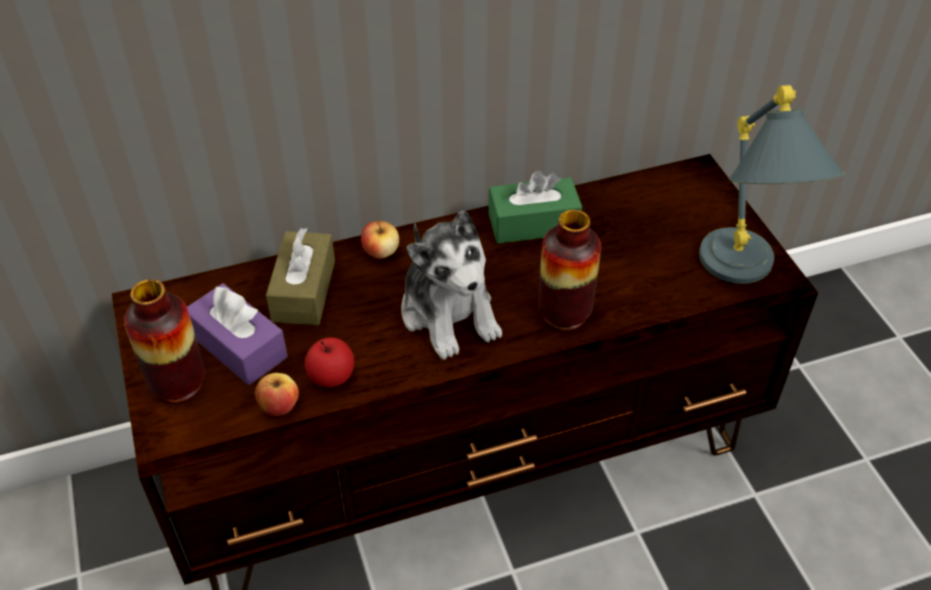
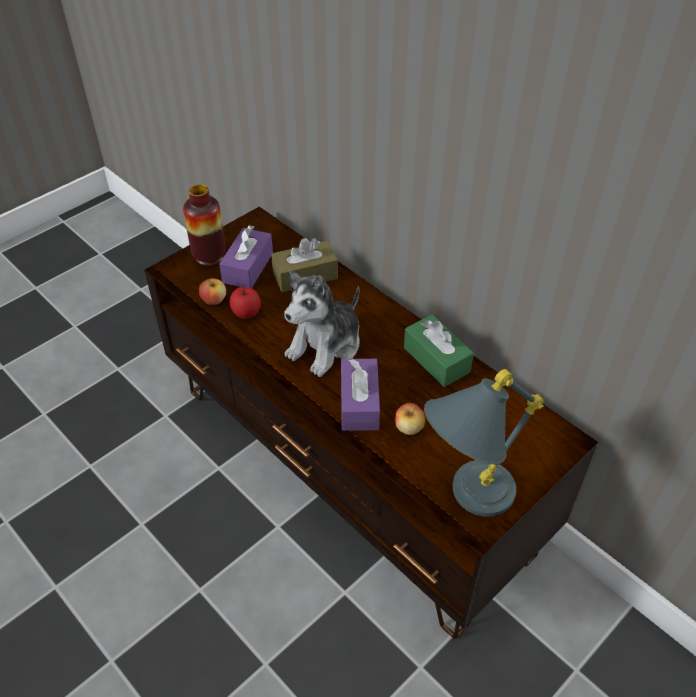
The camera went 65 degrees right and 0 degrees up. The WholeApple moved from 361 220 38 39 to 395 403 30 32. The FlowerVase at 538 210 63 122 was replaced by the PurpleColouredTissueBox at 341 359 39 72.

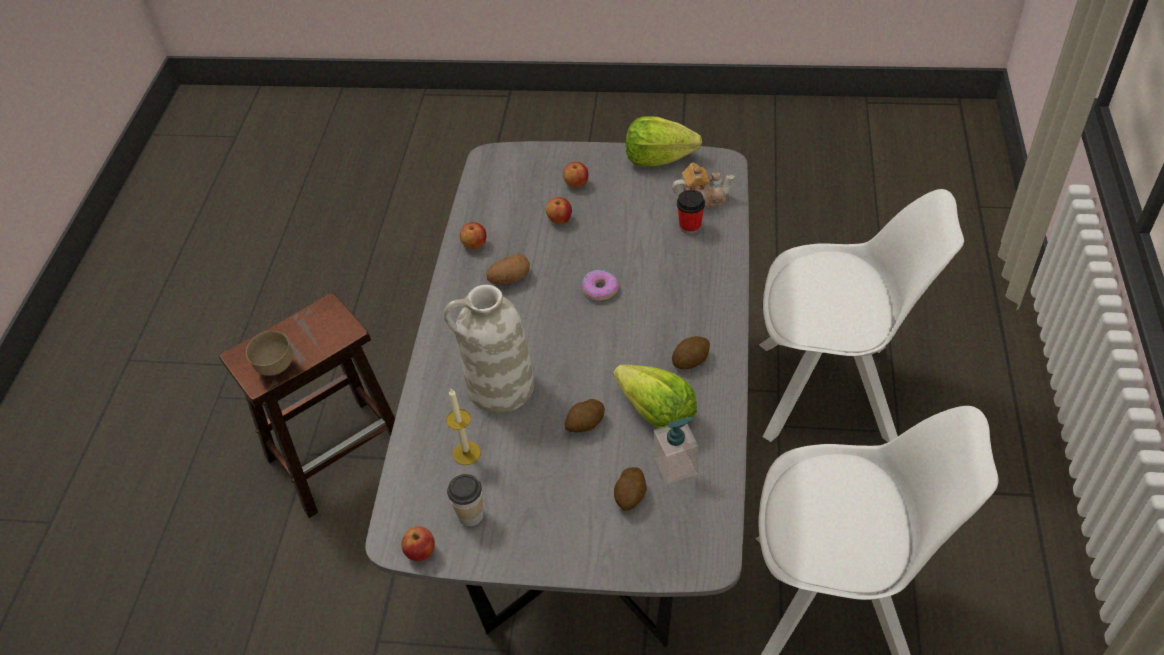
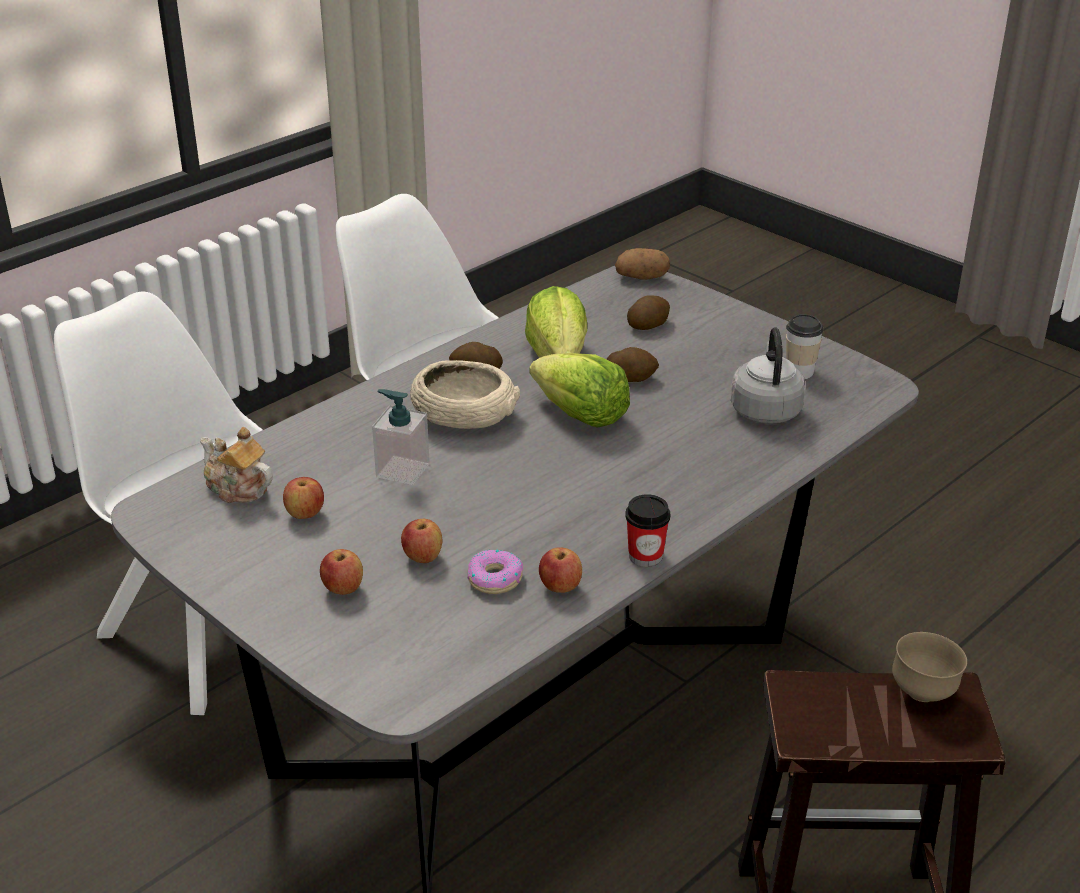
The camera went 145 degrees left and 15 degrees down. The WhiteFlowerVase at 444 285 90 128 disappeared. The SandColouredBowl at 410 360 110 69 appeared. The WholeApple moved from 401 526 34 35 to 283 477 41 42. The WholePotato moved from 486 254 44 31 to 615 248 55 32. The Donut moved from 582 270 37 31 to 468 550 56 44. The HeadOfLettuce moved from 626 116 76 50 to 529 353 101 75. The LiquidSoapBottle moved from 654 417 44 67 to 372 389 58 96. The DrinkingCup moved from 677 190 28 44 to 625 494 45 73. The Candle at 446 389 35 76 was replaced by the GreyishWaterKettle at 731 327 75 97.

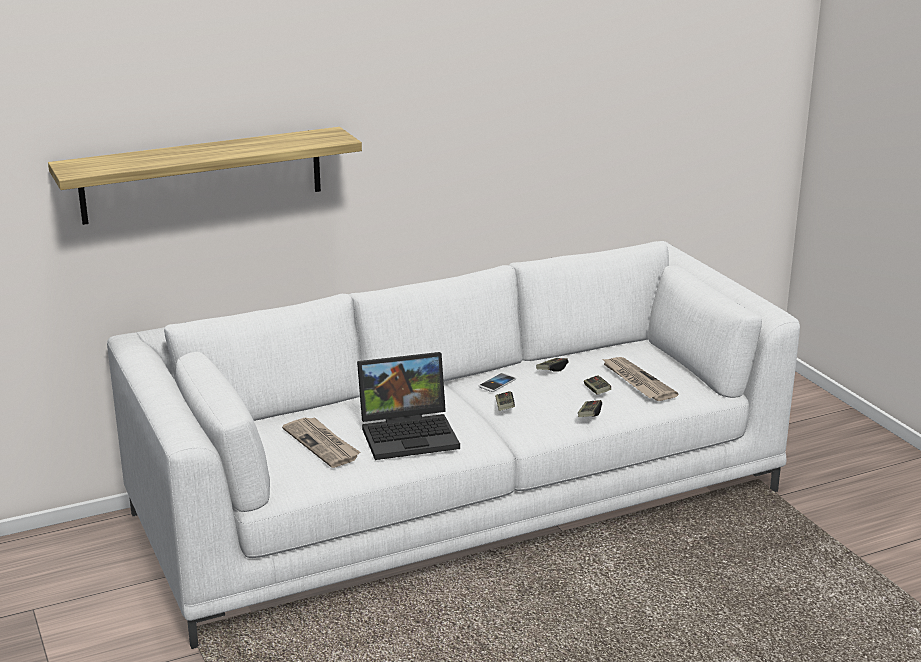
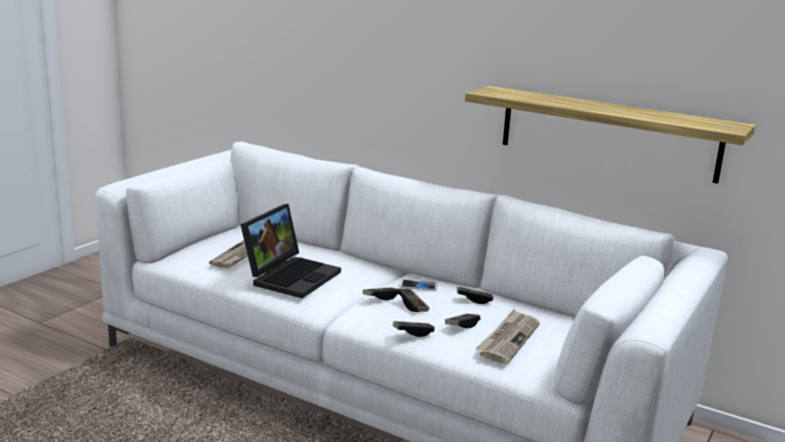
The camera went 55 degrees right and 5 degrees down. The GameController at 397 288 32 24 appeared. The BracketShelf moved from 48 127 314 98 to 465 86 290 98. The Laptop at 357 352 103 108 turned 105 degrees counterclockwise.

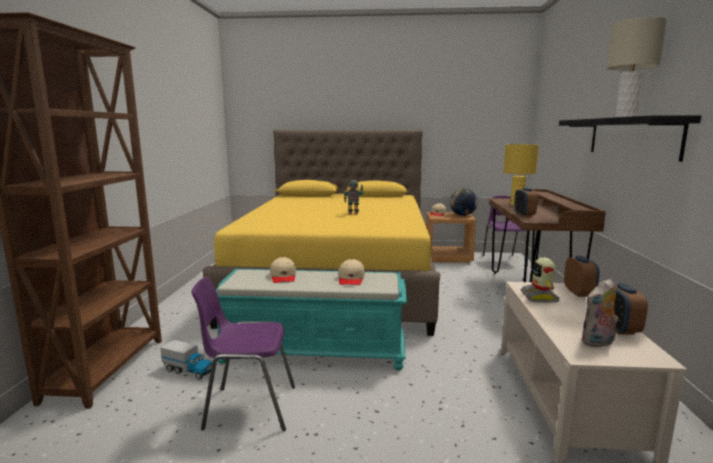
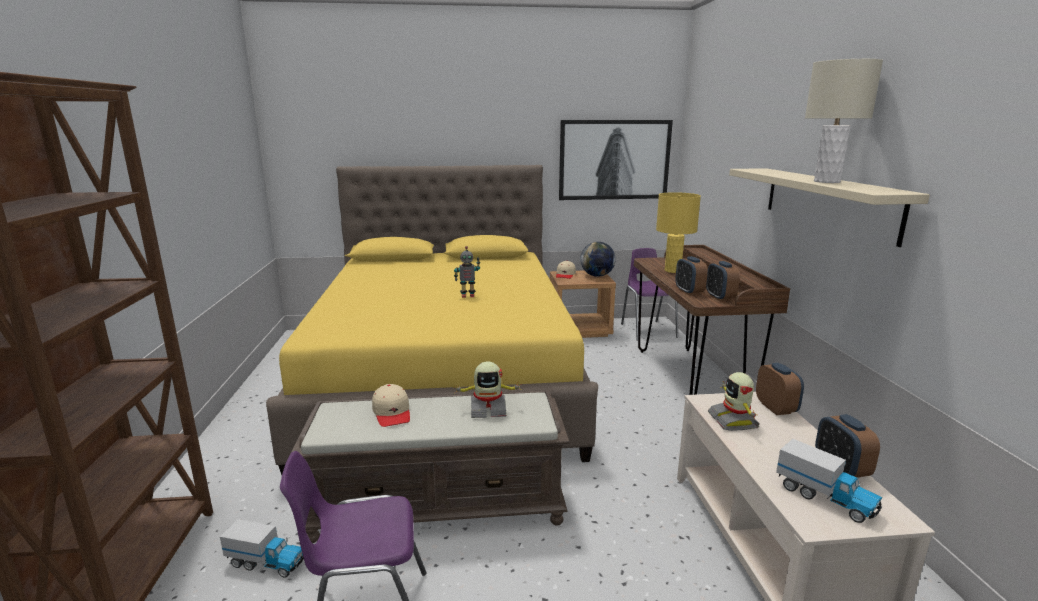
The camera went 10 degrees left and 5 degrees up. The Picture at 559 120 114 80 appeared. The AlarmClock at 706 261 34 40 appeared. The SandColouredCap at 339 259 26 26 was replaced by the ModelRobot at 454 361 68 57. The CuddlyToy at 581 279 37 68 was replaced by the ToyTruck at 776 439 106 84. The BlueGreenLongSeat at 216 269 191 101 became the BrownishLongSeat at 289 390 281 153. The BlackishBracketShelf at 559 115 142 47 became the SandColouredBracketShelf at 729 168 201 79.

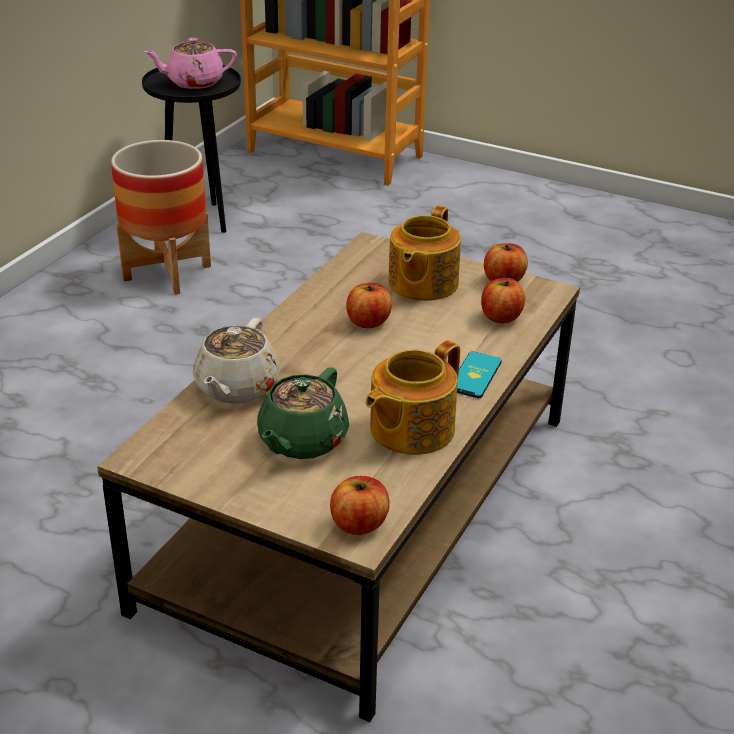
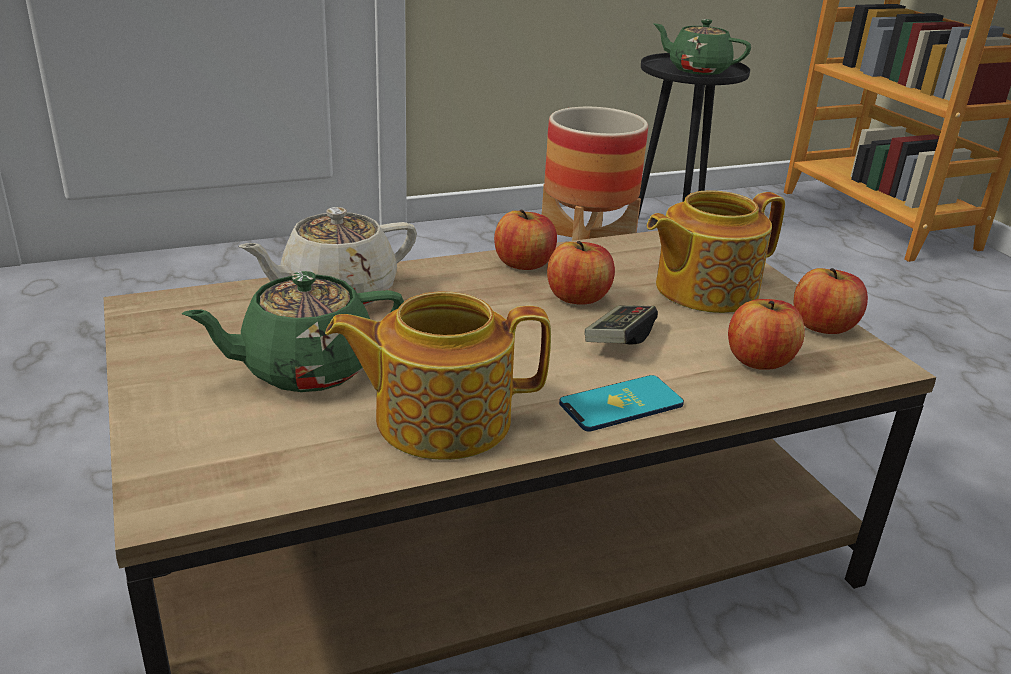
The camera went 40 degrees right and 5 degrees down. The GameController at 585 306 73 39 appeared. The WholeApple moved from 330 476 60 59 to 494 209 63 61. The PinkishTeapot at 144 38 93 51 became the GreenTeapot at 653 19 98 56.

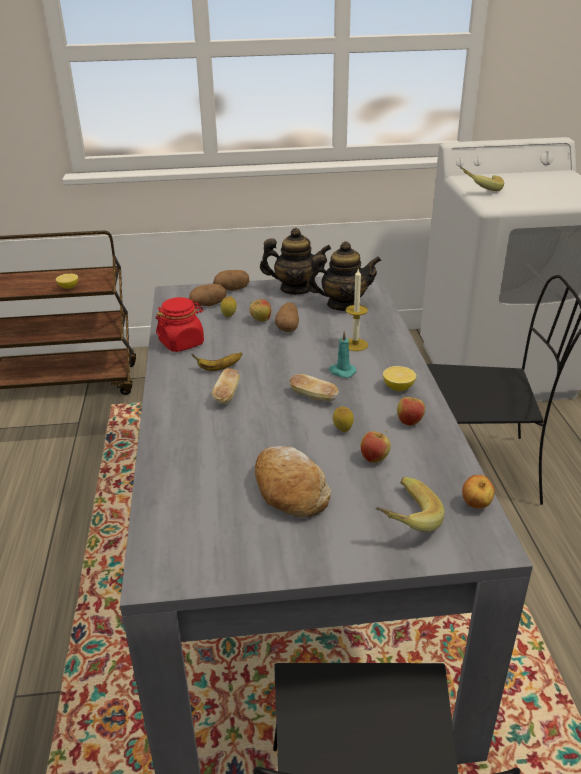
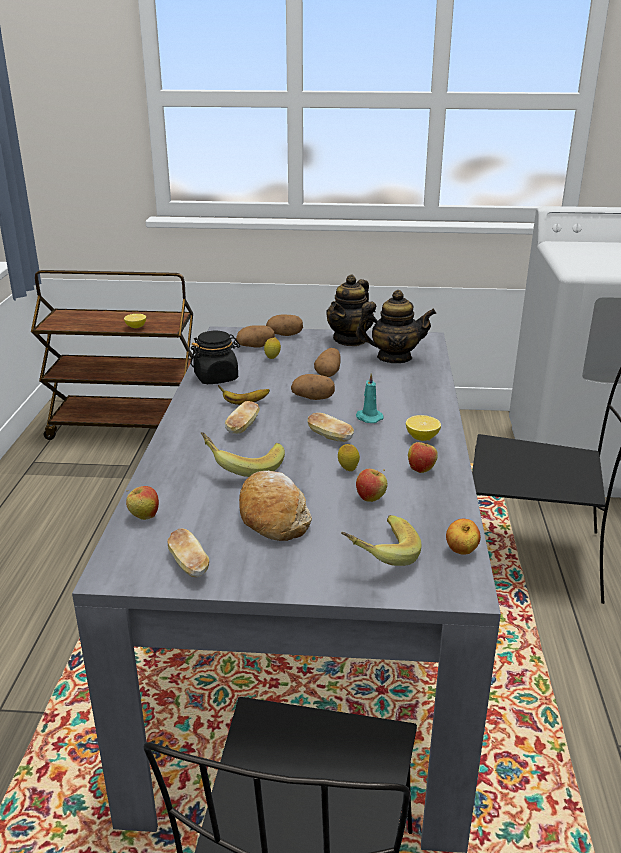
The camera went 10 degrees right and 5 degrees down. The Candle at 346 268 22 83 disappeared. The Bread at 168 528 41 49 appeared. The WholePotato at 291 374 44 26 appeared. The WholeApple moved from 250 299 21 23 to 126 486 33 34. The Banana moved from 460 167 44 24 to 200 432 85 45. The ReddishPreserveJar at 156 297 48 55 became the BlackishPreserveJar at 190 331 50 53. The Teapot at 260 228 71 67 turned 105 degrees clockwise.

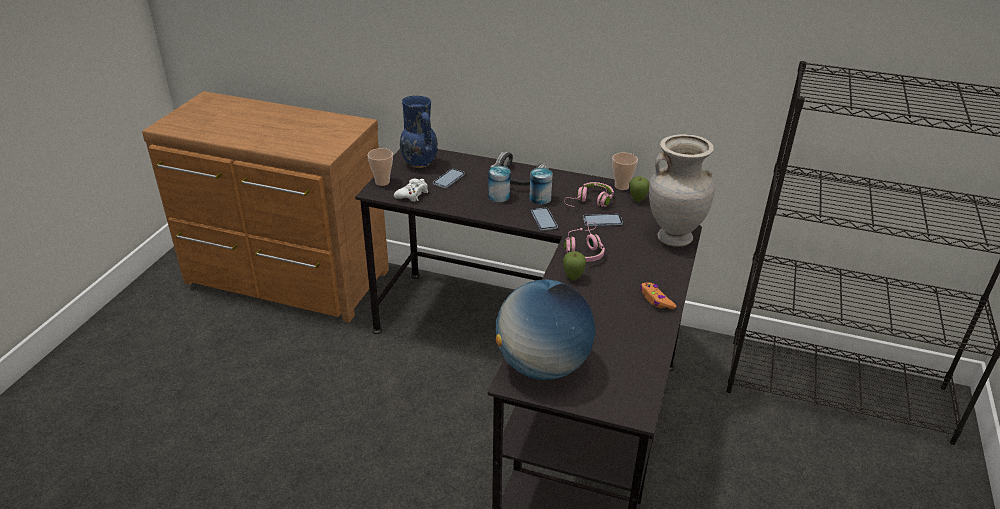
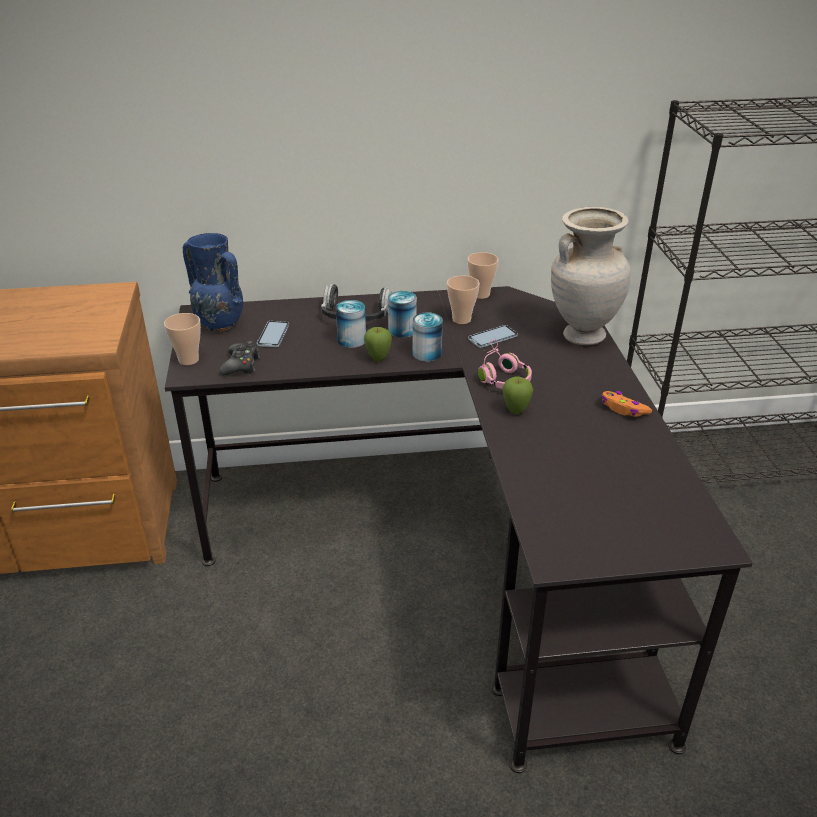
The camera went 25 degrees left and 0 degrees up. The WorldGlobe at 495 280 100 100 disappeared. The WholeApple moved from 629 176 20 26 to 364 327 28 35. The Phone at 531 207 27 24 was replaced by the SealedCan at 413 312 30 50. The PinkishPairOfHeadphones at 564 182 50 25 was replaced by the DrinkingCup at 447 275 33 49. The WhiteGameController at 394 179 34 23 became the BlackishGameController at 219 341 41 34.

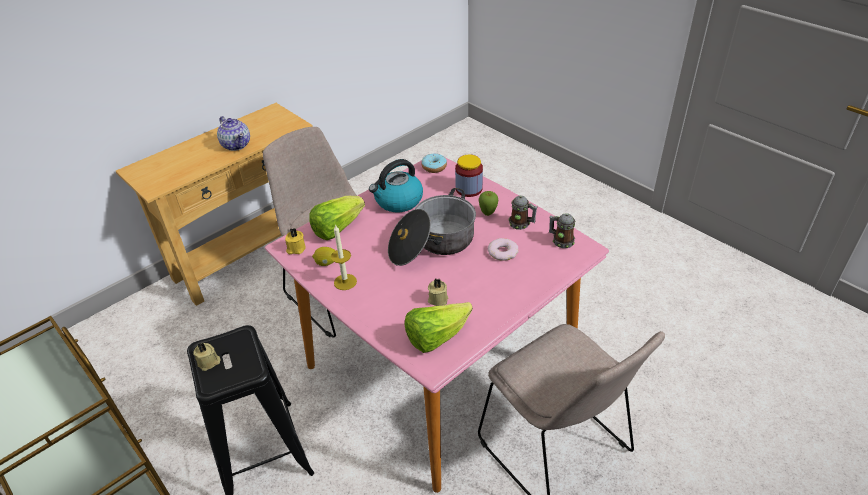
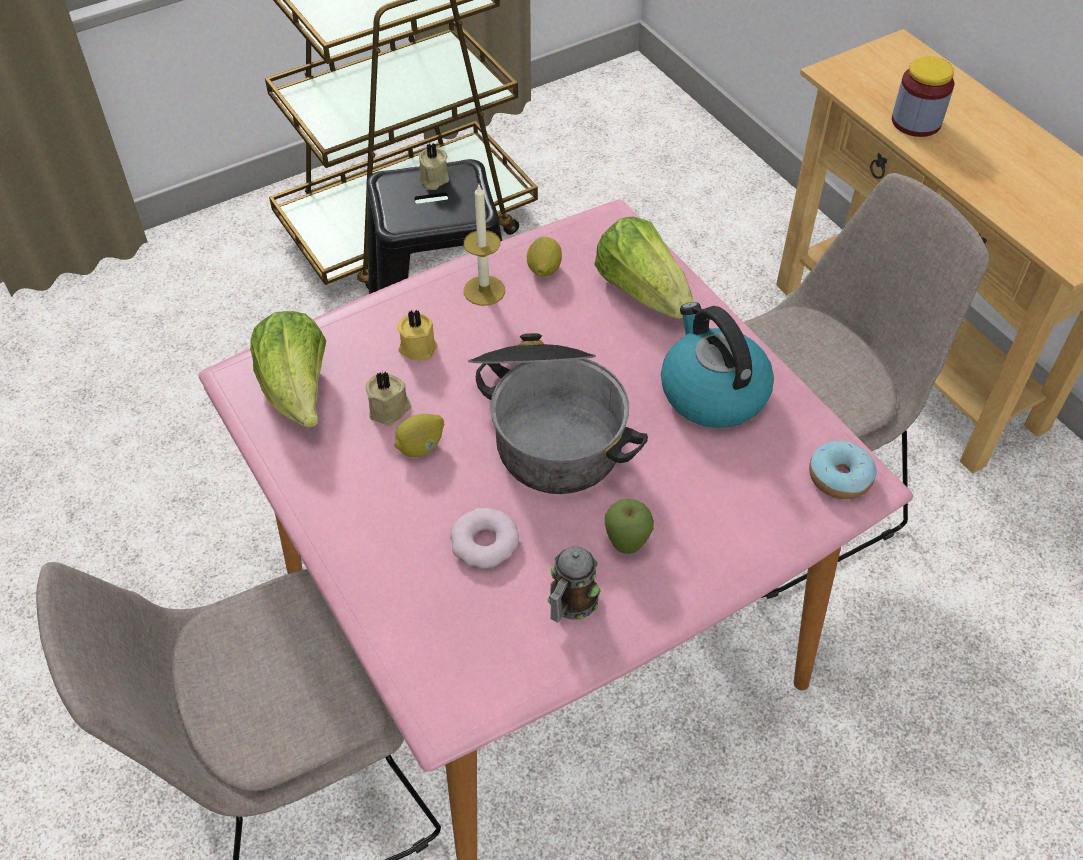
The camera went 100 degrees right and 10 degrees up. The Teapot at 217 116 33 35 disappeared. The CoffeeMug at 549 213 27 35 disappeared. The CitrusFruit at 394 414 50 43 appeared. The YellowCandle moved from 285 228 21 26 to 397 309 41 51. The PreserveJar moved from 455 155 28 42 to 892 56 62 81.

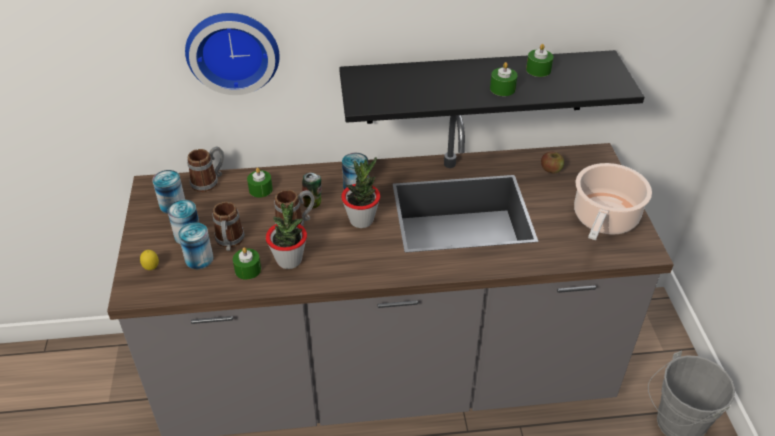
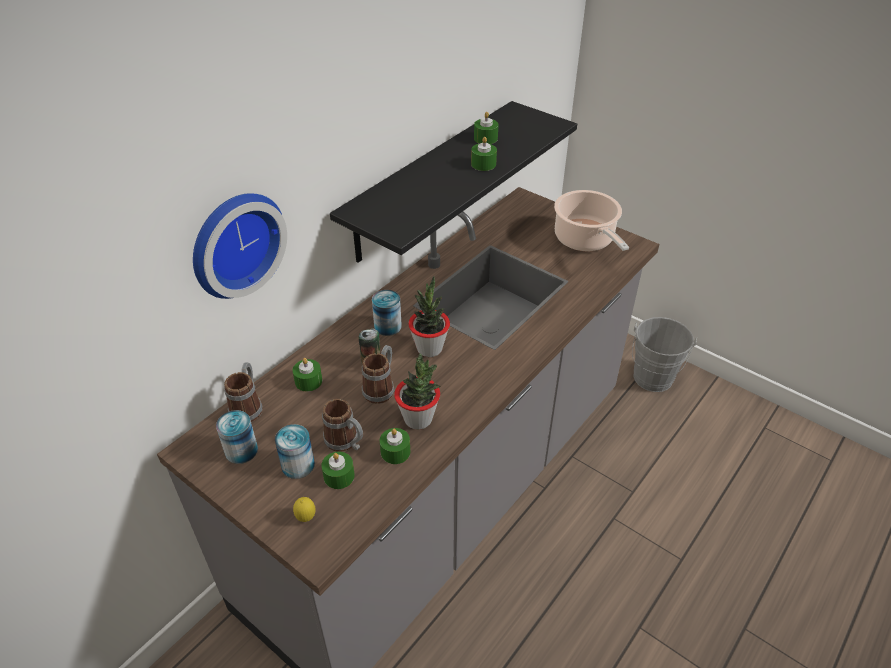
The camera went 45 degrees left and 0 degrees up. The WholeApple at 541 152 23 22 disappeared. The SealedCan at 178 223 35 46 was replaced by the GreenCandle at 321 452 34 37.

